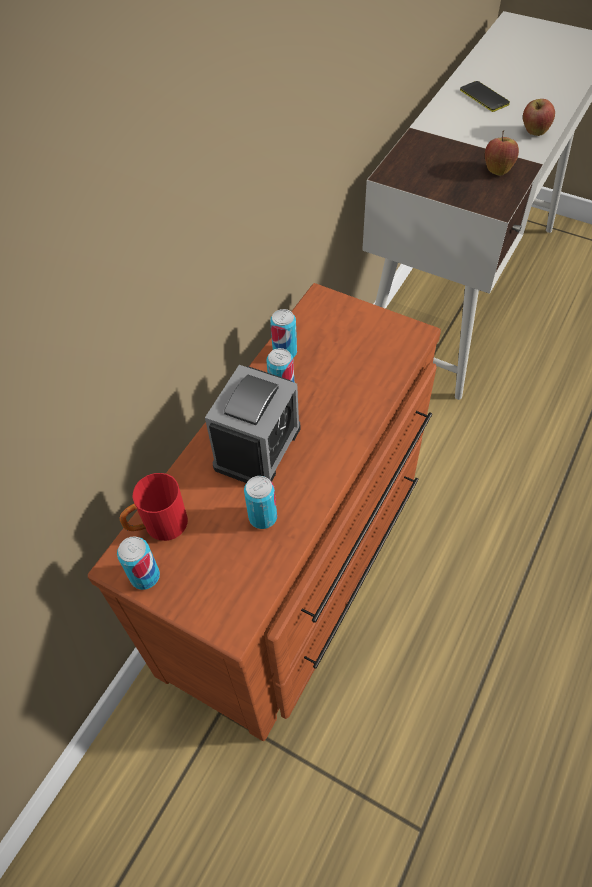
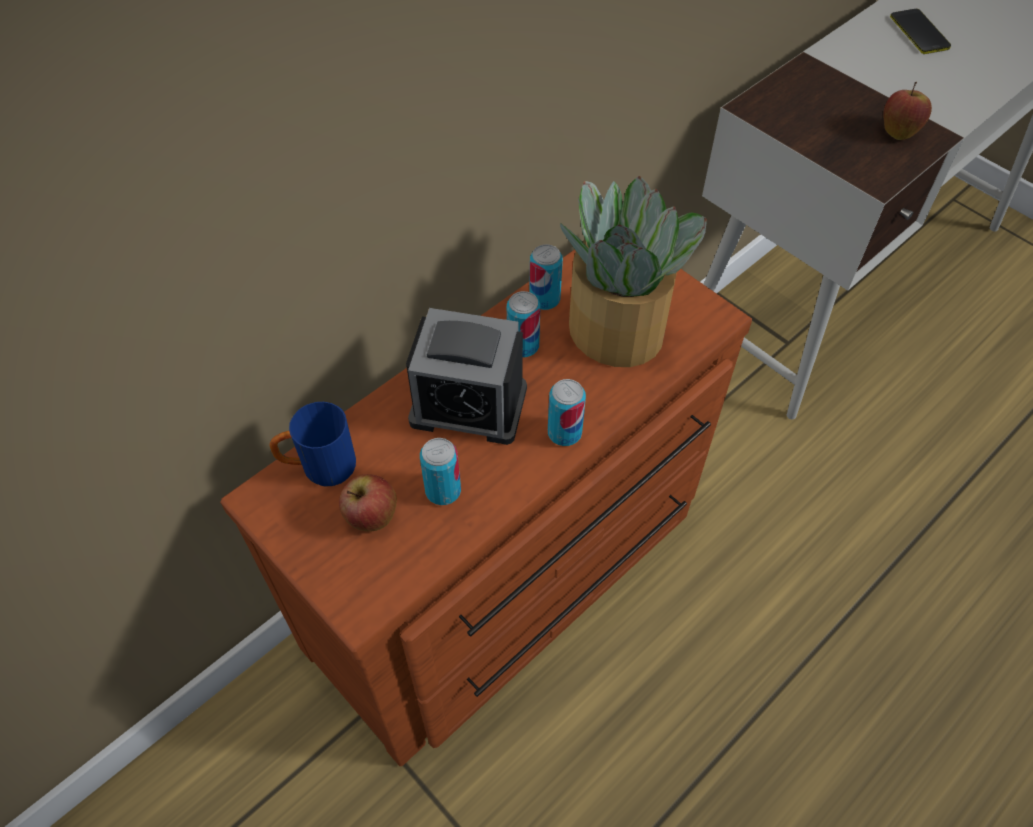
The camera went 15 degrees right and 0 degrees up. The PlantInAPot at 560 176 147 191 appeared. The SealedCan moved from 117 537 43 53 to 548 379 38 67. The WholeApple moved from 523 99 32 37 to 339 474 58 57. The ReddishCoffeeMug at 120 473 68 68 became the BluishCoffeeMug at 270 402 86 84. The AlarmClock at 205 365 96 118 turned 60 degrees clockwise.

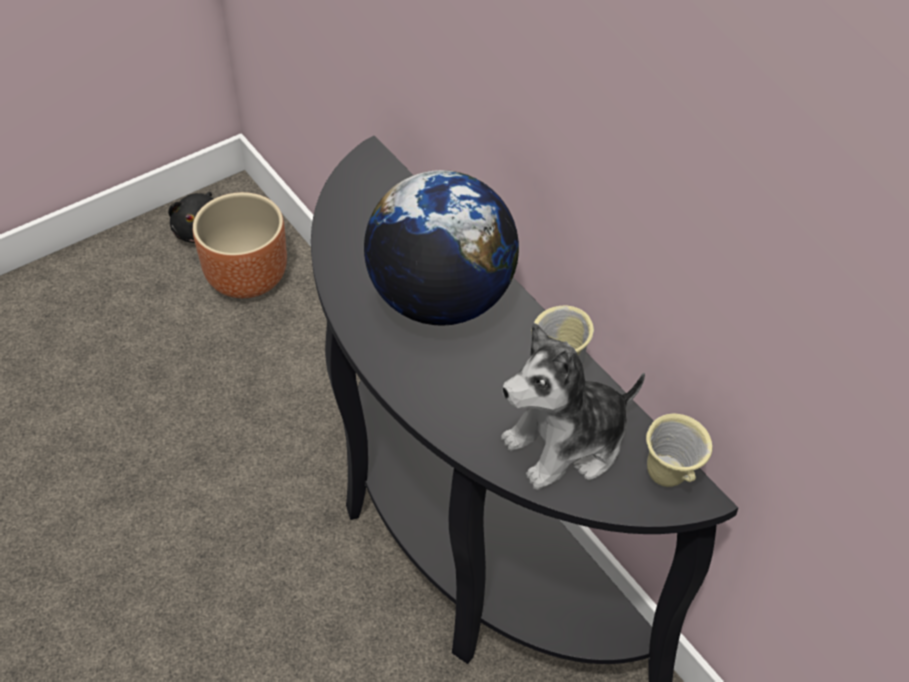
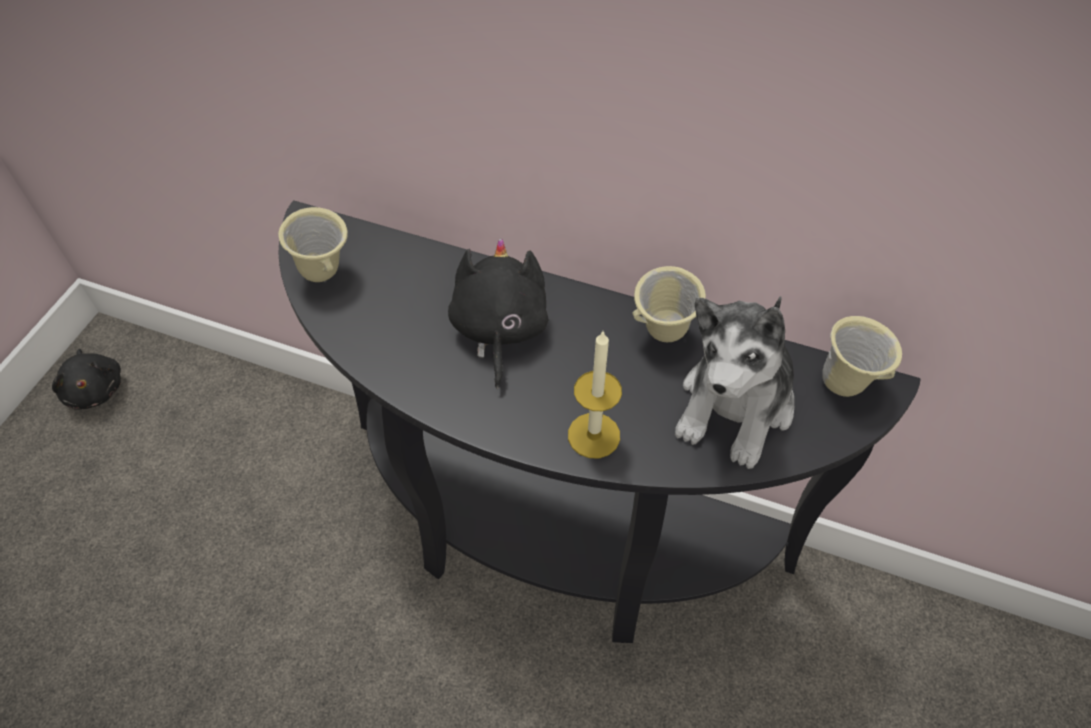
The camera went 35 degrees left and 5 degrees up. The BrownishPlanter at 193 192 94 106 disappeared. The SandColouredCoffeeMug at 278 207 70 75 appeared. The Candle at 568 332 54 127 appeared. The WorldGlobe at 364 170 155 155 was replaced by the BlackishCuddlyToy at 448 238 100 151.

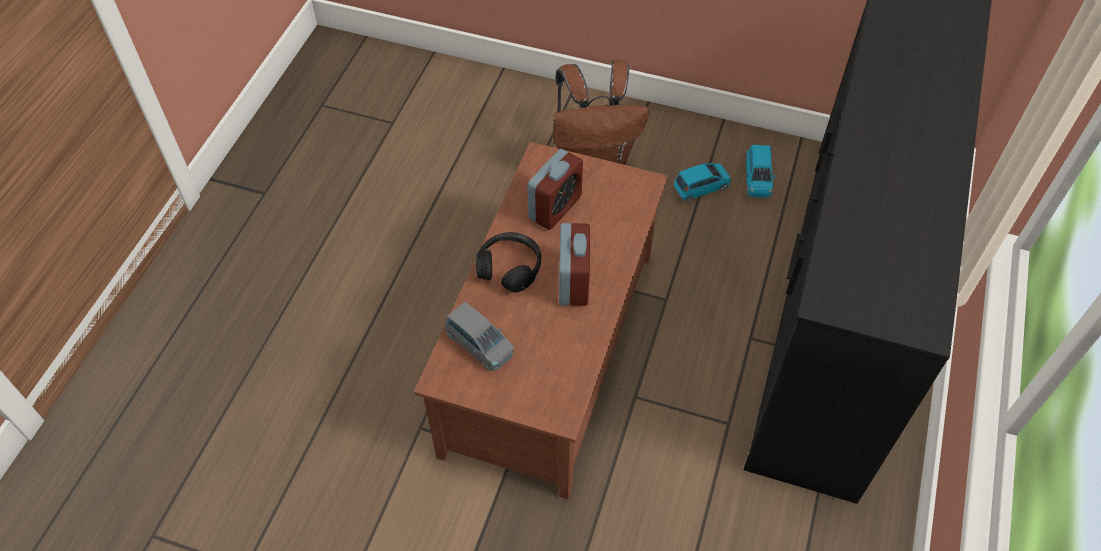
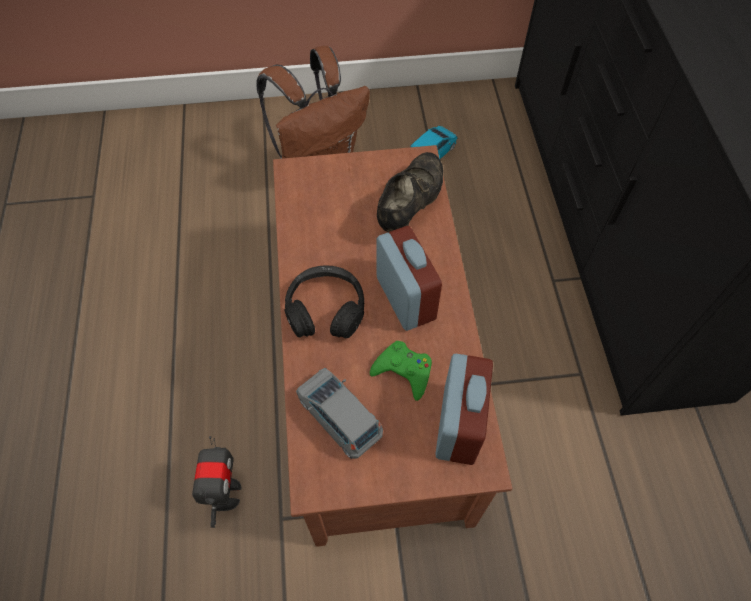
The camera went 25 degrees left and 5 degrees up. The BluishMiniatureCar at 745 145 31 53 disappeared. The ModelRobot at 192 436 50 92 appeared. The GreenGameController at 370 341 62 60 appeared. The BlackishLowShoe at 377 152 66 80 appeared. The AlarmClock moved from 527 149 56 81 to 435 354 58 111. The GreyishMiniatureCar at 445 302 69 69 turned 150 degrees counterclockwise.

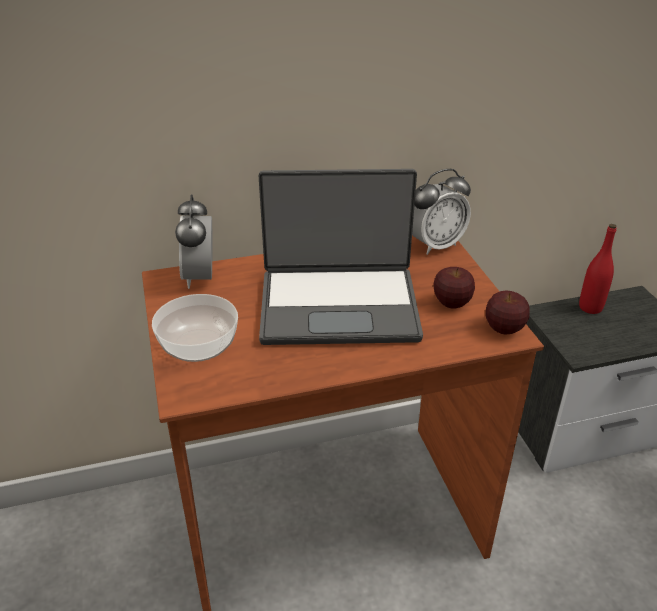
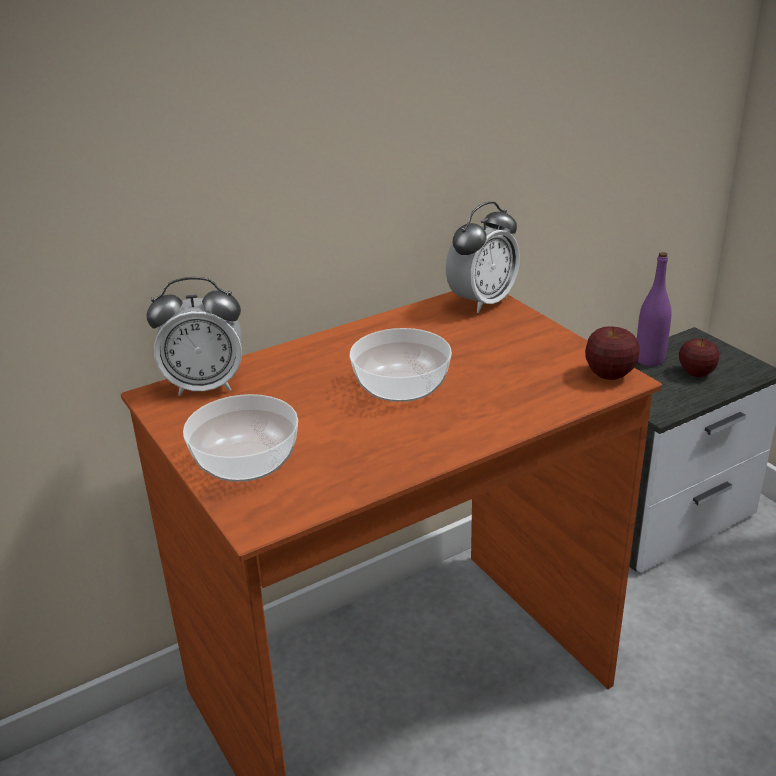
The camera went 15 degrees left and 5 degrees down. The WholeApple moved from 433 267 42 42 to 679 338 40 39. The Laptop at 259 169 164 176 was replaced by the Bowl at 350 328 102 74. The ReddishDrinkBottle at 579 224 37 90 became the PurpleColouredDrinkBottle at 637 252 34 114. The AlarmClock at 175 195 37 94 turned 75 degrees counterclockwise.

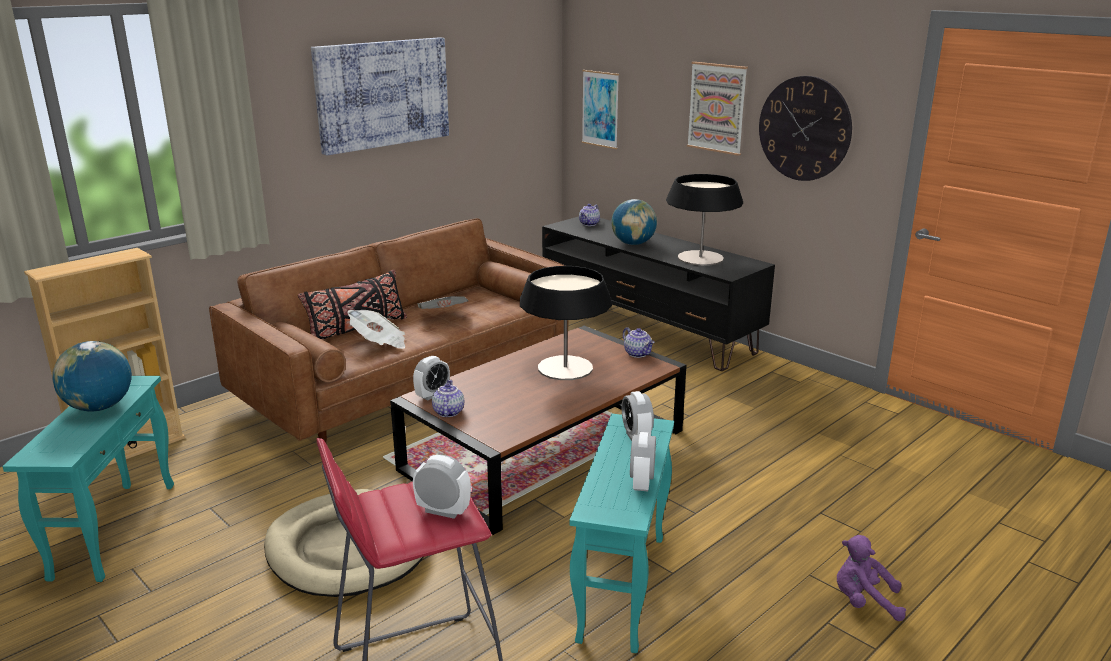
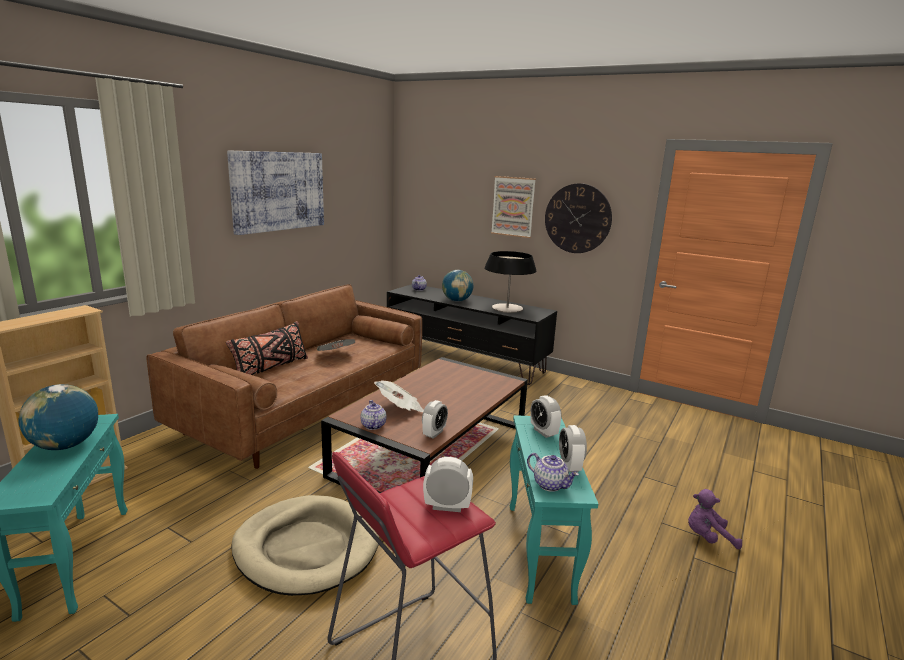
The camera went 15 degrees left and 5 degrees down. The TableLamp at 520 266 92 114 disappeared. The Picture at 582 70 37 79 disappeared. The Newspaper moved from 347 310 58 39 to 374 381 50 31. The AlarmClock moved from 413 356 37 44 to 422 400 26 39. The Teapot moved from 623 327 32 31 to 527 453 52 39.

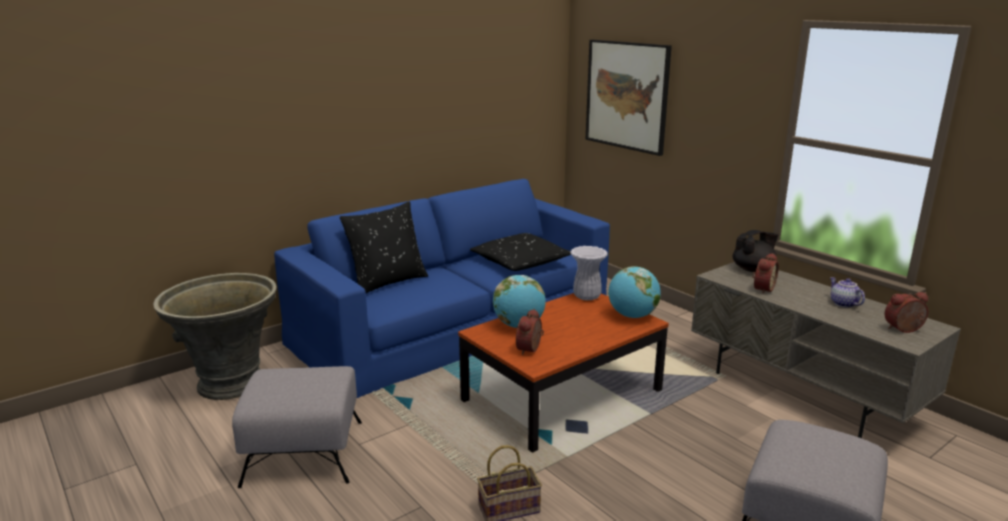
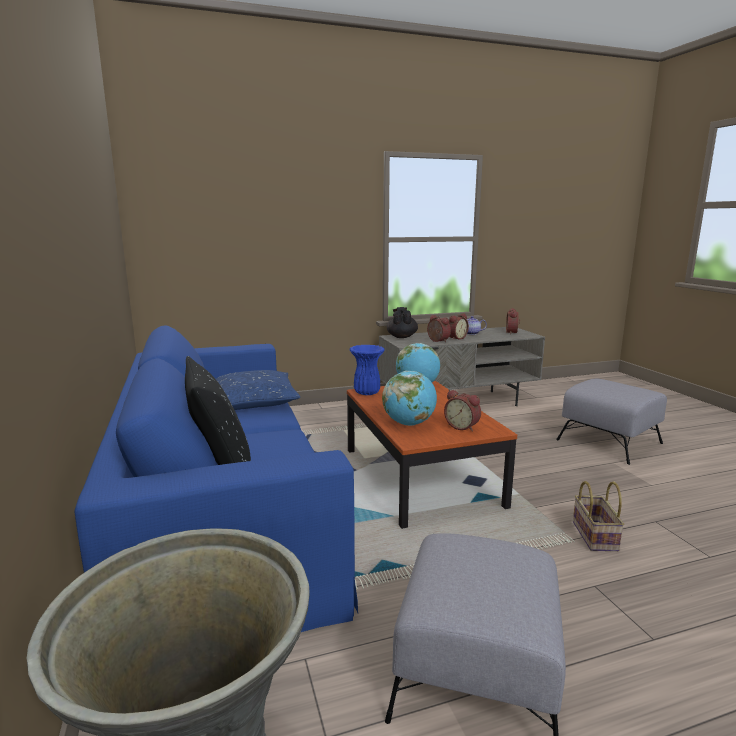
The camera went 70 degrees left and 5 degrees down. The Picture at 586 40 86 116 disappeared. The AlarmClock at 449 314 20 26 appeared. The BlackishThrowPillow at 470 233 101 38 became the BluishThrowPillow at 216 370 84 40. The WhiteFlowerVase at 570 246 38 54 became the BluishFlowerVase at 349 345 36 50.

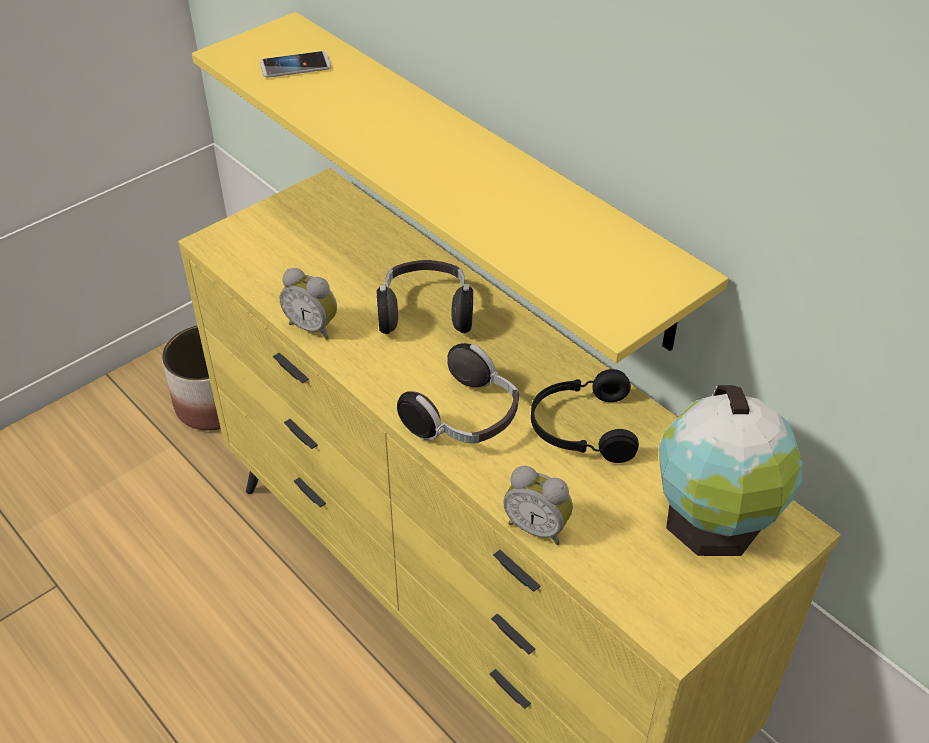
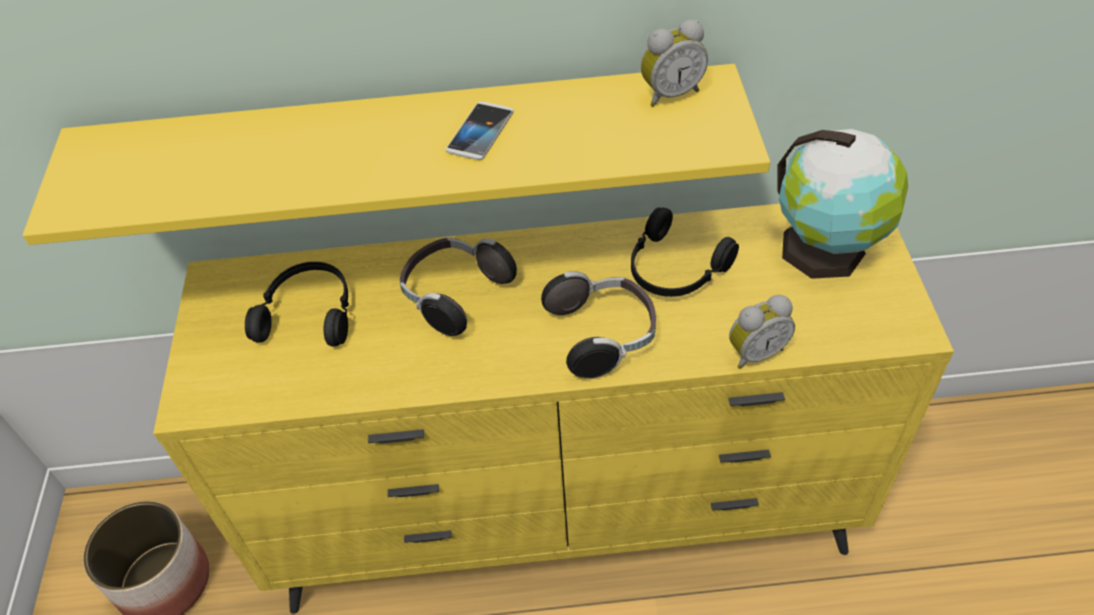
The camera went 50 degrees left and 5 degrees up. The BlackishPairOfHeadphones at 245 262 104 85 appeared. The Phone moved from 260 51 71 27 to 446 102 68 58. The AlarmClock moved from 280 268 57 72 to 640 19 68 88.

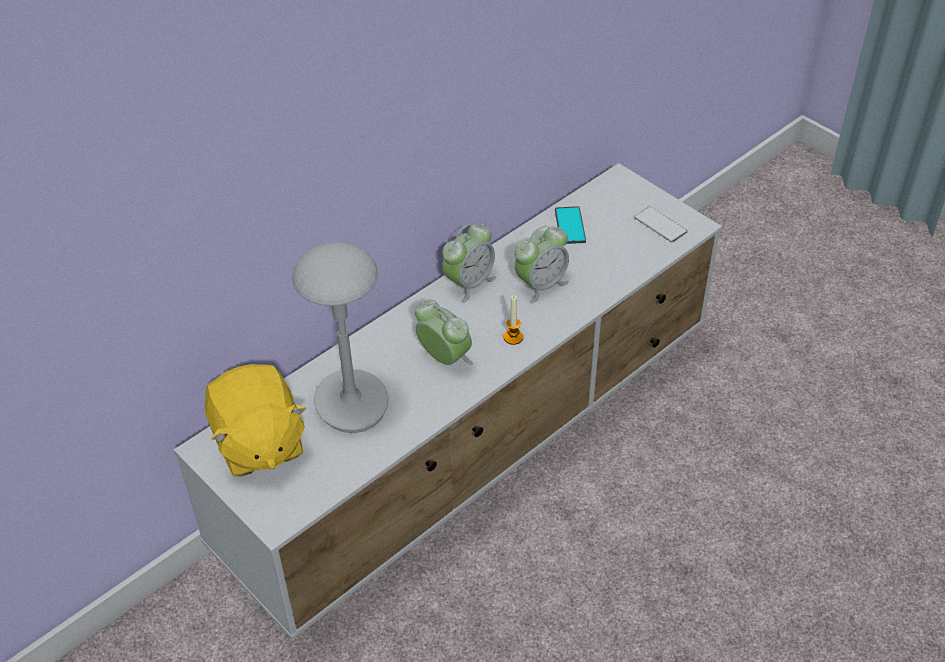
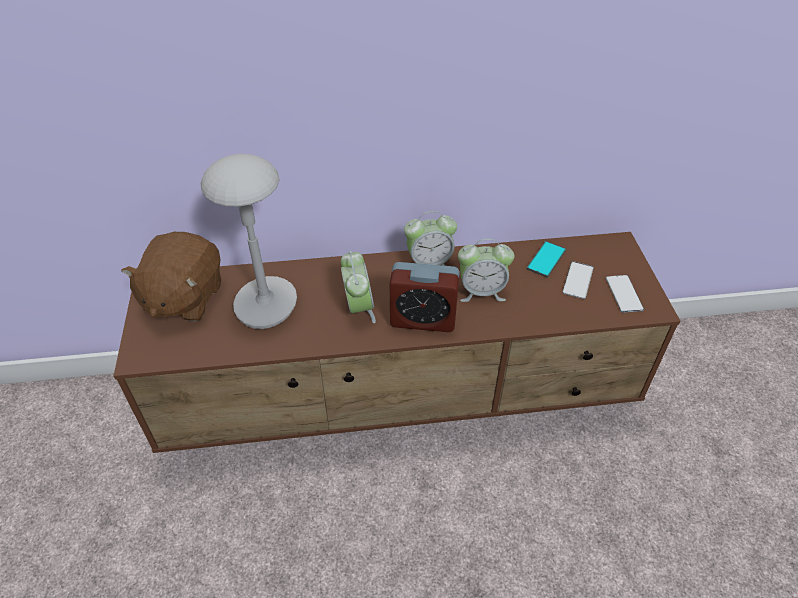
The camera went 35 degrees right and 0 degrees up. The Phone at 563 261 31 38 appeared. The Candle at 504 295 19 50 was replaced by the AlarmClock at 389 262 71 70. The WhiteMediaConsole at 174 163 548 477 became the BrownishMediaConsole at 114 232 566 221. The YellowCuddlyToy at 205 364 102 112 became the BrownishCuddlyToy at 121 232 100 90.

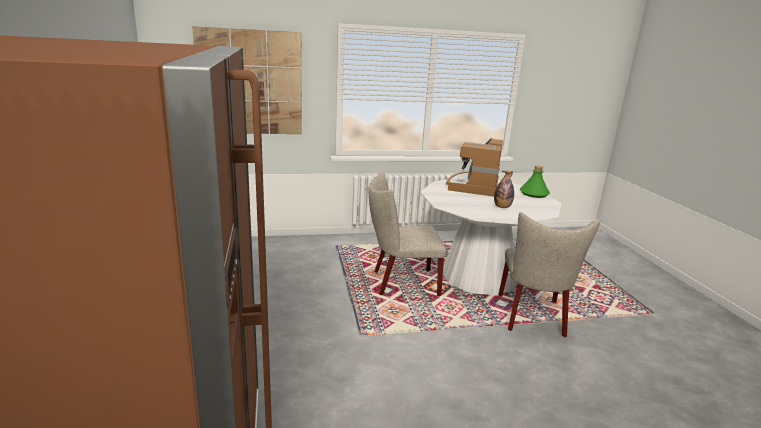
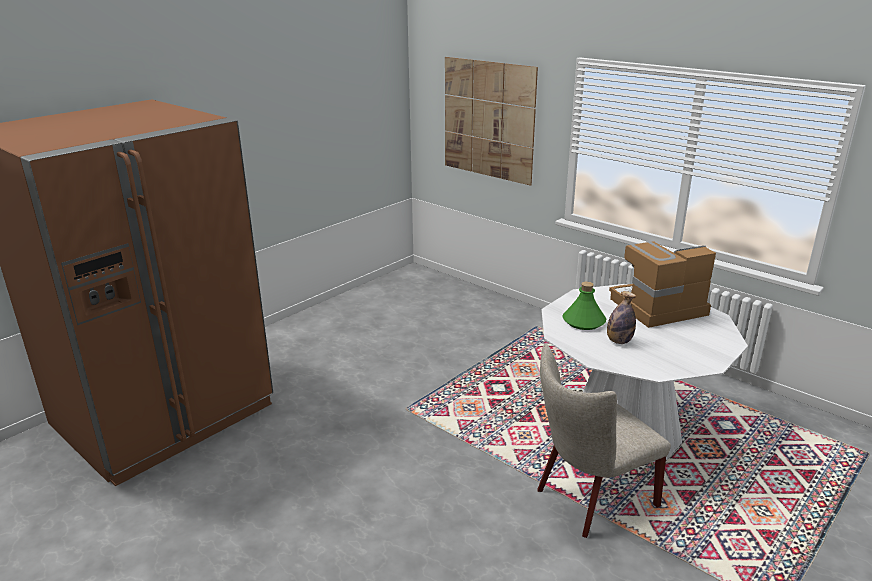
The camera went 55 degrees right and 5 degrees up. The SandColouredPlainChair at 368 171 78 125 disappeared. The GreenDrinkBottle moved from 520 166 30 32 to 562 282 44 48.

